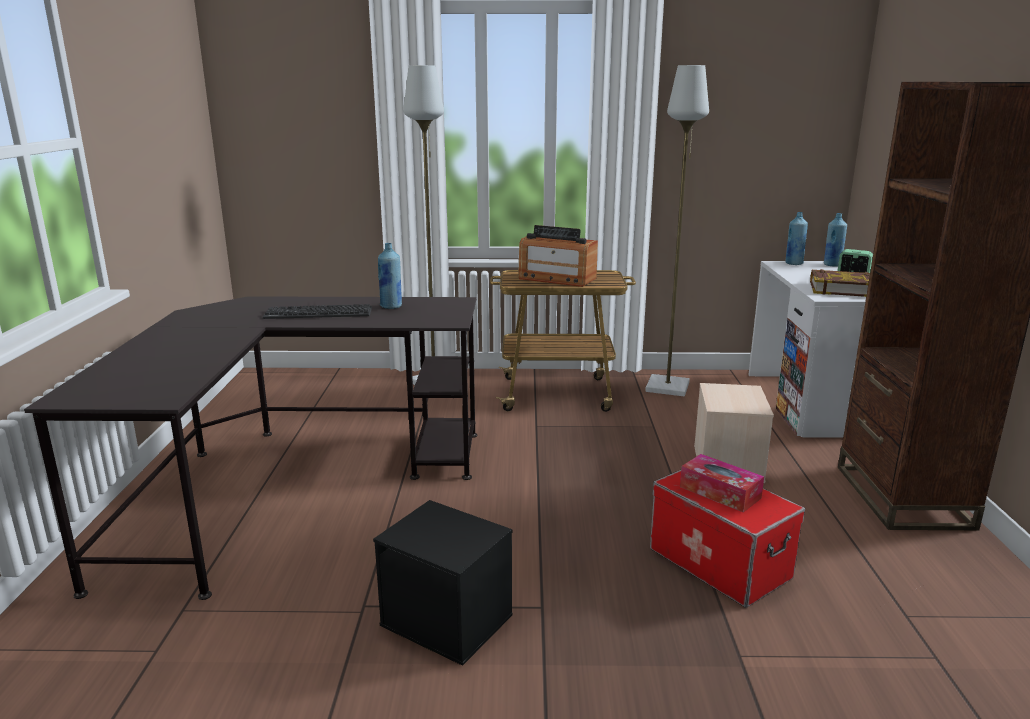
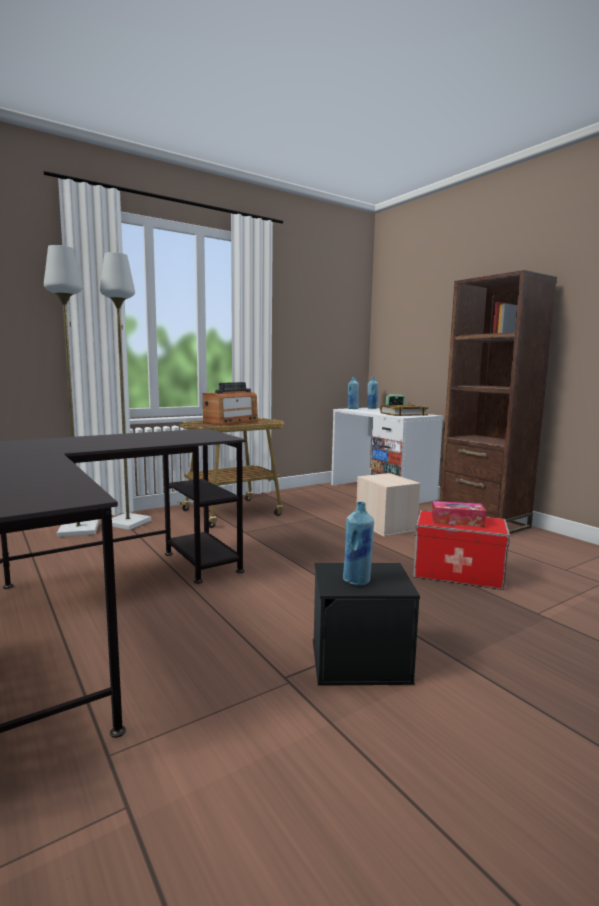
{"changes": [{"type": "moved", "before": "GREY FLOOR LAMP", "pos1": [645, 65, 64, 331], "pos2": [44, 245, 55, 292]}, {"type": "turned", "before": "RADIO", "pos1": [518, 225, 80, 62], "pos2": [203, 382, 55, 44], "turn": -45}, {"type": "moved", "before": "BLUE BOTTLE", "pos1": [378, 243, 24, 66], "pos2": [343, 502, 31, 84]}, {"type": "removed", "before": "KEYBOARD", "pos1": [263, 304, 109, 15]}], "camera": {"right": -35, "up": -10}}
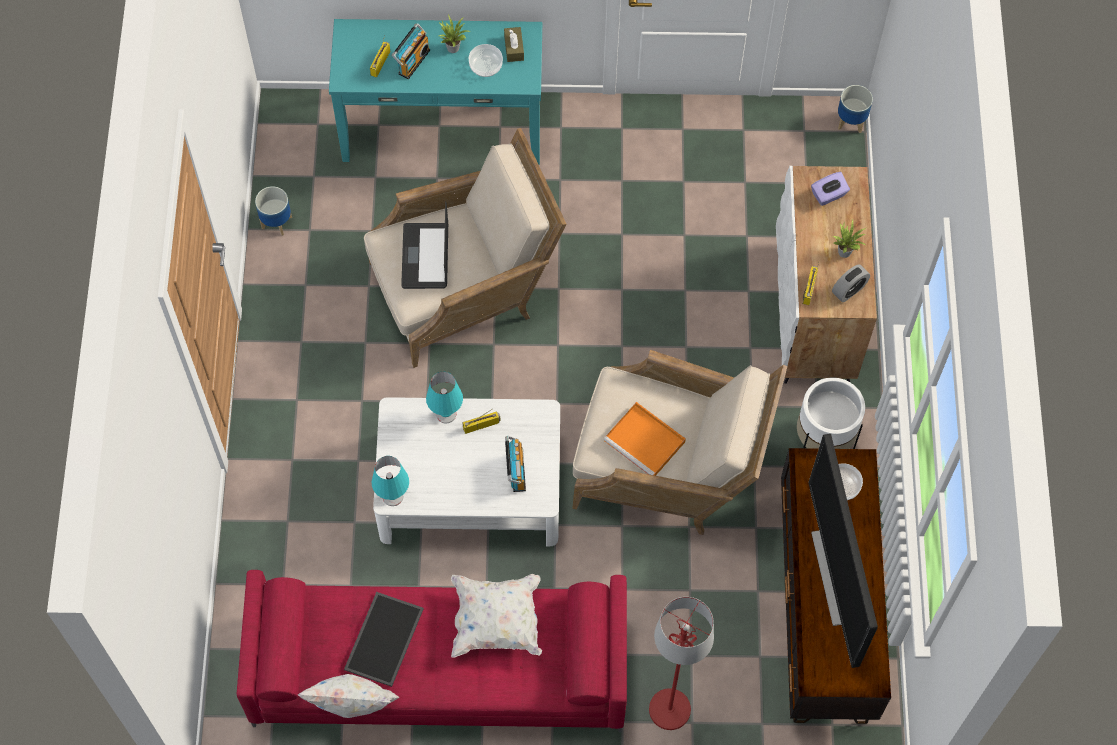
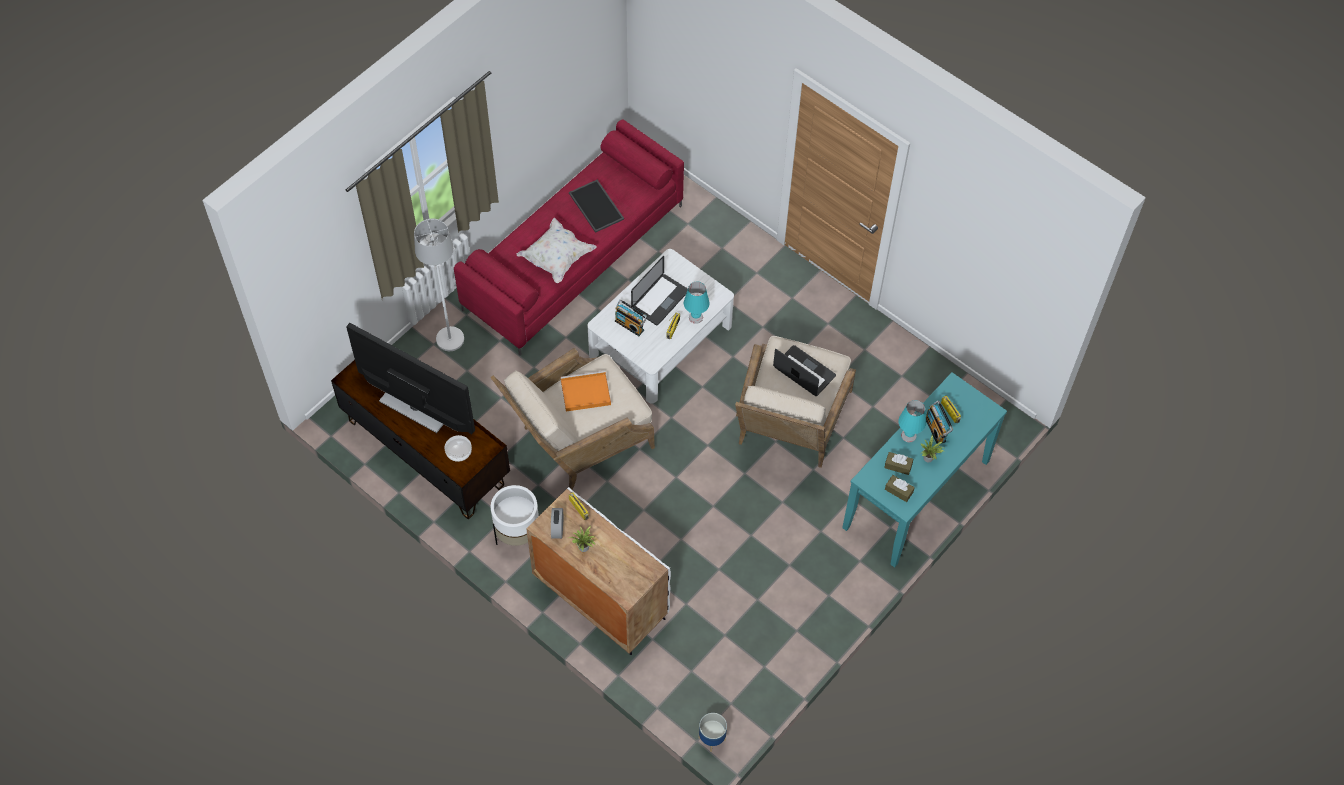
{"changes": [{"type": "recoloured", "before": "RED FLOOR LAMP", "after": "WHITE FLOOR LAMP", "pos1": [649, 597, 65, 133], "pos2": [414, 219, 50, 132]}, {"type": "added", "after": "LAPTOP", "pos2": [631, 256, 57, 69]}, {"type": "replaced", "before": "BOWL", "after": "BROWN TISSUE BOX", "pos1": [469, 44, 34, 33], "pos2": [884, 452, 29, 23]}, {"type": "moved", "before": "TURQUOISE TABLE LAMP", "pos1": [372, 456, 37, 50], "pos2": [899, 400, 27, 42]}, {"type": "removed", "before": "PLANTER", "pos1": [255, 186, 37, 50]}, {"type": "removed", "before": "WHITE PILLOW", "pos1": [298, 674, 102, 44]}, {"type": "removed", "before": "PURPLE TISSUE BOX", "pos1": [811, 172, 39, 34]}], "camera": {"right": 130, "up": -5}}
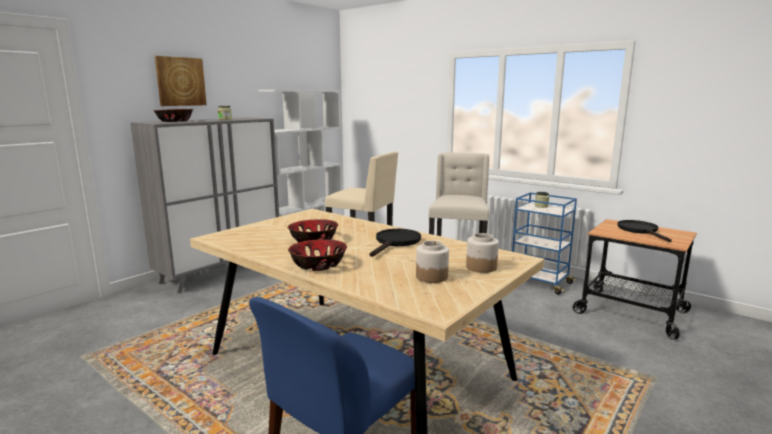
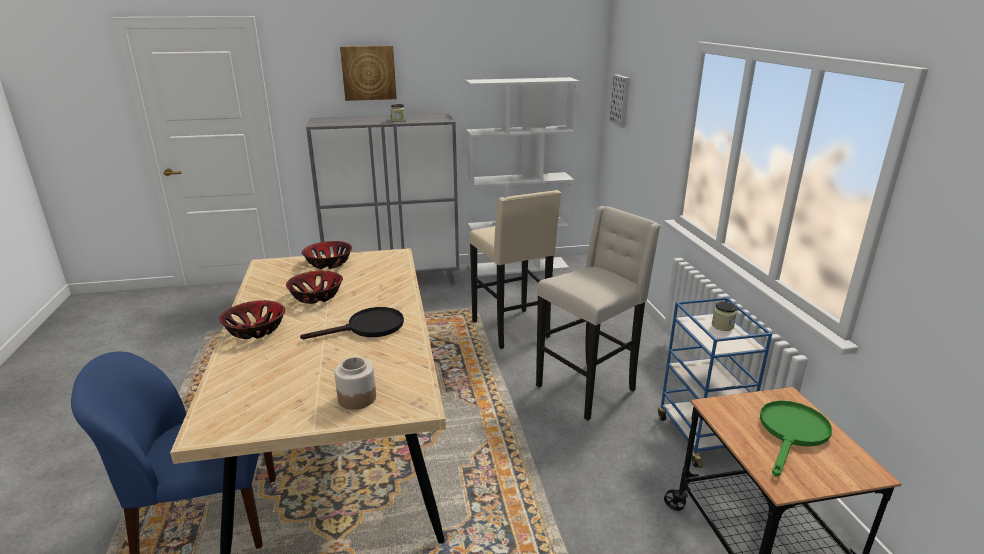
{"changes": [{"type": "moved", "before": "BOWL", "pos1": [153, 109, 40, 13], "pos2": [302, 241, 50, 28]}, {"type": "added", "after": "PICTURE", "pos2": [609, 74, 21, 54]}, {"type": "recoloured", "before": "BLACK FRYING PAN", "after": "GREEN FRYING PAN", "pos1": [617, 220, 55, 22], "pos2": [760, 401, 72, 75]}, {"type": "removed", "before": "JAR", "pos1": [416, 241, 33, 42]}], "camera": {"right": 40, "up": 10}}
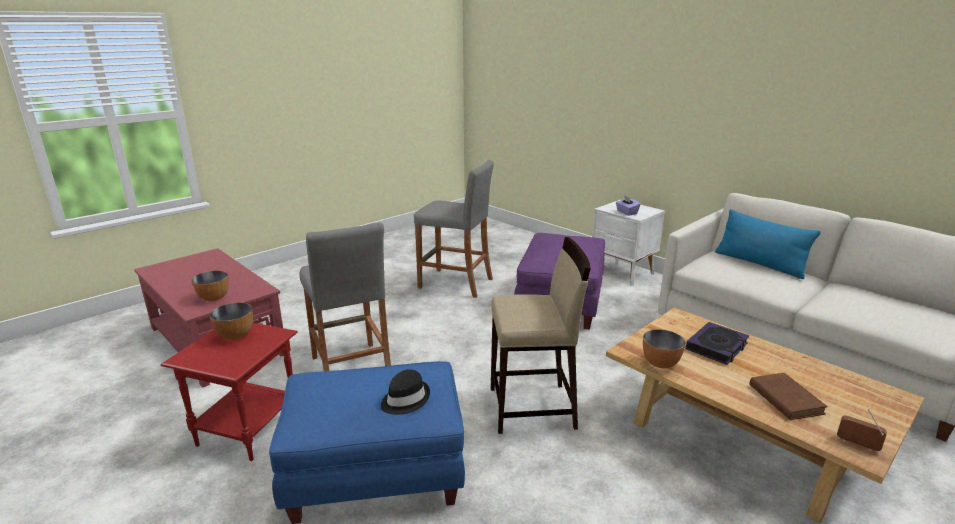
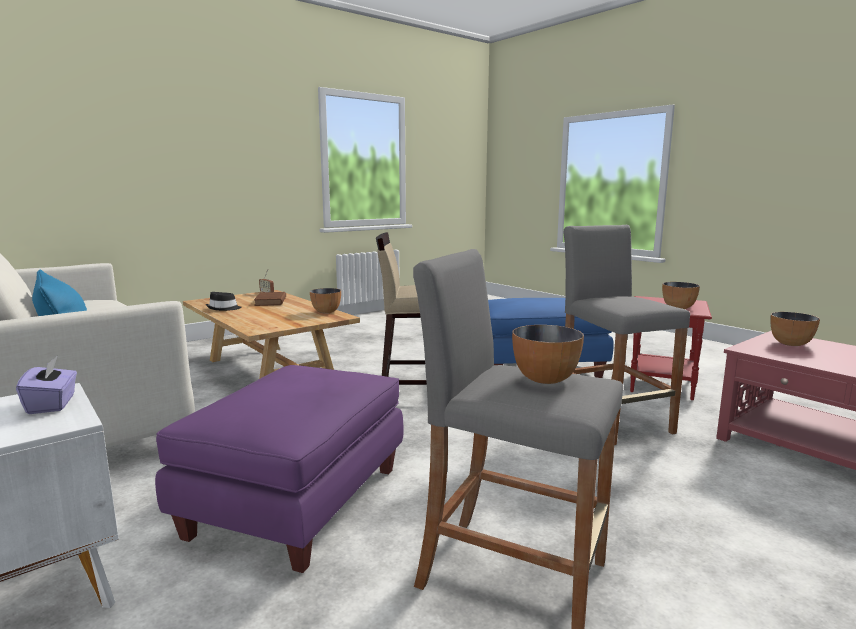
{"changes": [{"type": "moved", "before": "BLACK HAT", "pos1": [381, 369, 49, 46], "pos2": [206, 292, 36, 19]}, {"type": "added", "after": "BOWL", "pos2": [512, 325, 72, 59]}, {"type": "removed", "before": "BOOK", "pos1": [686, 322, 63, 43]}], "camera": {"right": -175, "up": -10}}
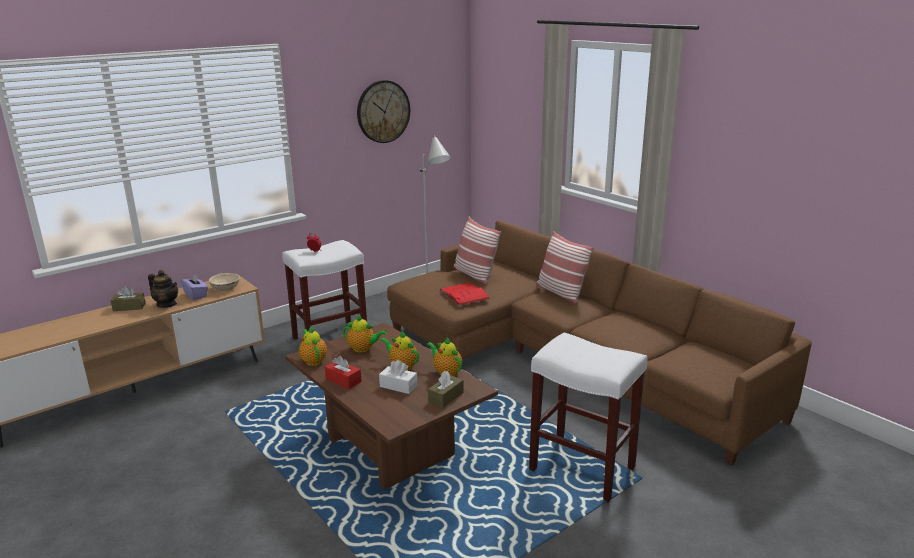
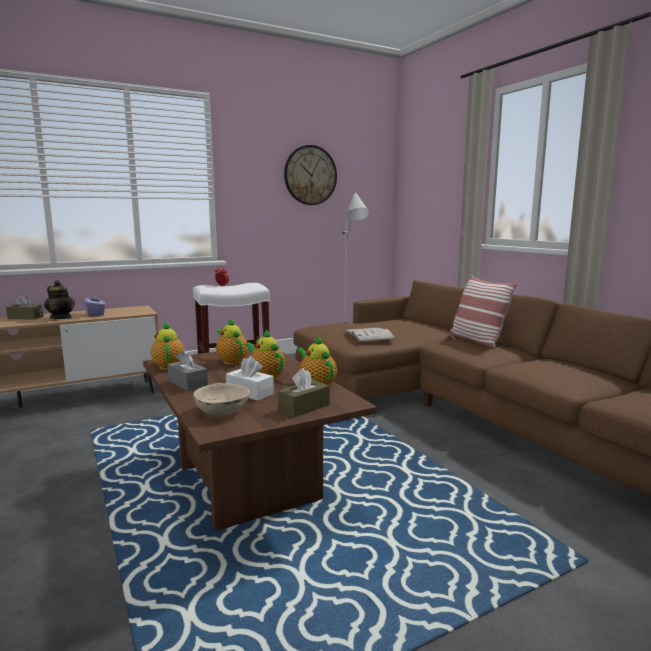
{"changes": [{"type": "recoloured", "before": "RED TISSUE BOX", "after": "GREY TISSUE BOX", "pos1": [325, 356, 37, 33], "pos2": [168, 349, 40, 42]}, {"type": "moved", "before": "BEIGE BOWL", "pos1": [209, 273, 31, 18], "pos2": [194, 383, 56, 32]}, {"type": "turned", "before": "TEAPOT", "pos1": [343, 315, 44, 38], "pos2": [216, 318, 32, 47], "turn": -150}, {"type": "recoloured", "before": "RED BOOK", "after": "WHITE BOOK", "pos1": [440, 283, 50, 23], "pos2": [344, 328, 51, 14]}, {"type": "removed", "before": "PILLOW", "pos1": [454, 217, 47, 67]}, {"type": "removed", "before": "WHITE STOOL", "pos1": [529, 333, 119, 170]}], "camera": {"right": 10, "up": -10}}
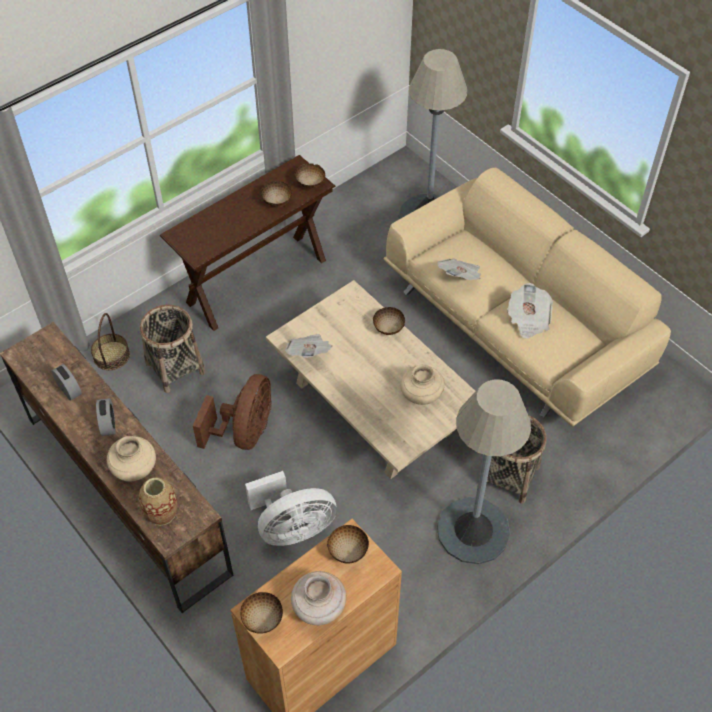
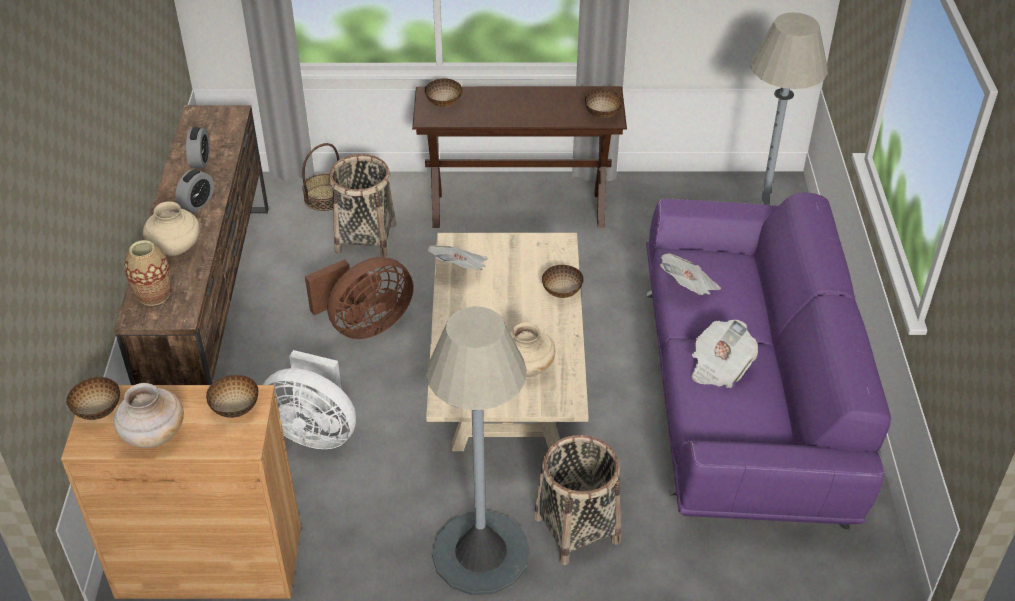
{"changes": [{"type": "moved", "before": "BOWL", "pos1": [261, 181, 31, 26], "pos2": [425, 78, 38, 29]}, {"type": "recoloured", "before": "BEIGE SOFA", "after": "PURPLE SOFA", "pos1": [383, 168, 288, 258], "pos2": [646, 193, 245, 336]}], "camera": {"right": 40, "up": -10}}
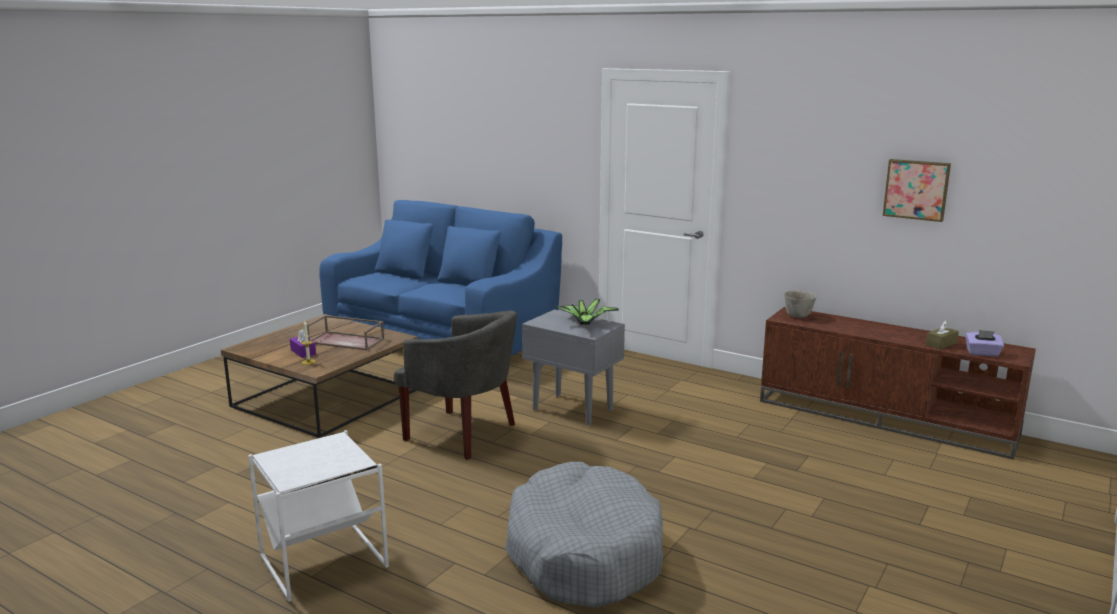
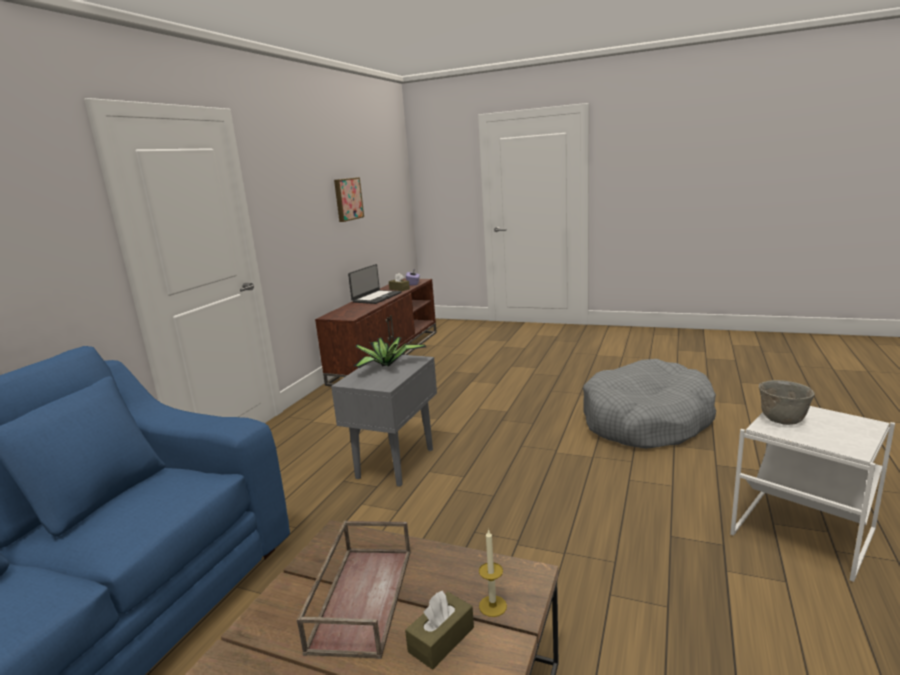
{"changes": [{"type": "added", "after": "LAPTOP", "pos2": [348, 264, 54, 40]}, {"type": "recoloured", "before": "PURPLE TISSUE BOX", "after": "BROWN TISSUE BOX", "pos1": [290, 329, 26, 29], "pos2": [405, 591, 69, 79]}, {"type": "moved", "before": "GREY BOWL", "pos1": [784, 291, 33, 27], "pos2": [759, 380, 56, 45]}, {"type": "removed", "before": "GREY ARMCHAIR", "pos1": [394, 311, 123, 149]}], "camera": {"right": -100, "up": 0}}
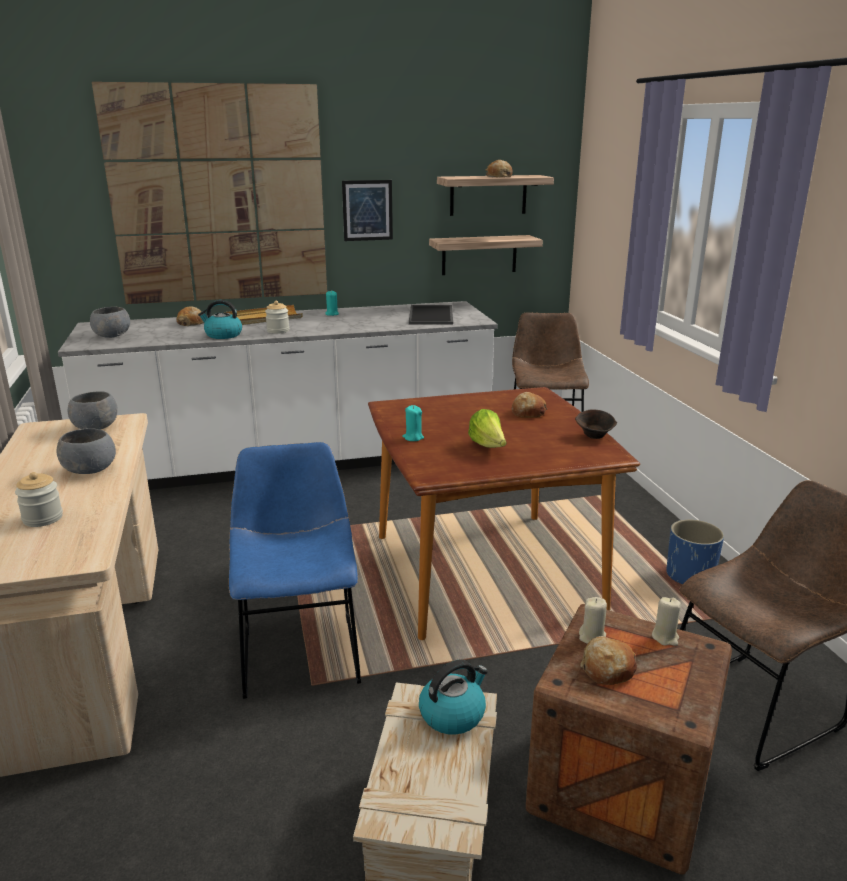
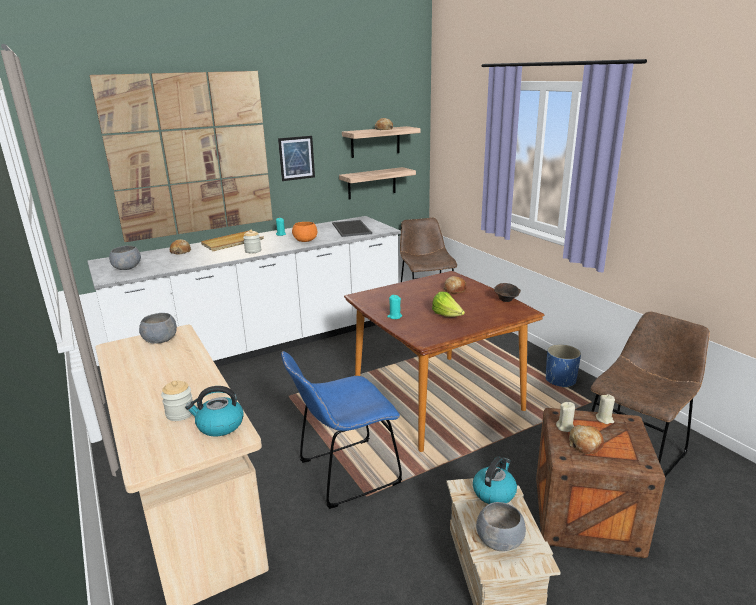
{"changes": [{"type": "moved", "before": "KETTLE", "pos1": [198, 300, 44, 39], "pos2": [185, 386, 59, 51]}, {"type": "turned", "before": "BLUE CHAIR", "pos1": [229, 442, 132, 257], "pos2": [281, 351, 121, 158], "turn": -90}, {"type": "added", "after": "ORANGE BOWL", "pos2": [292, 222, 25, 20]}, {"type": "moved", "before": "GREY BOWL", "pos1": [57, 428, 59, 46], "pos2": [476, 502, 50, 49]}], "camera": {"right": -15, "up": 0}}
